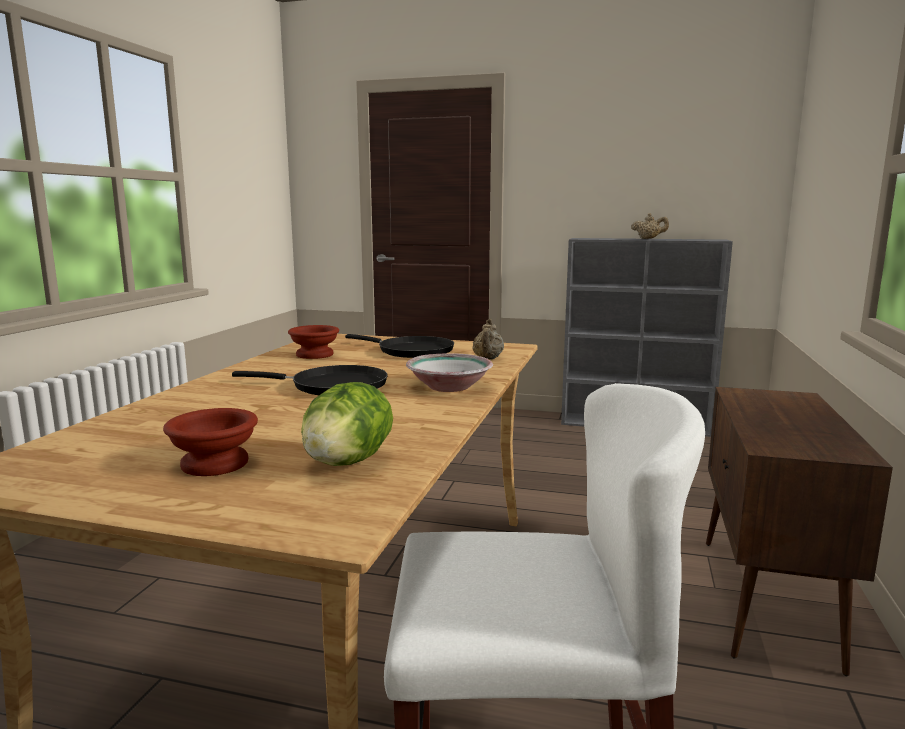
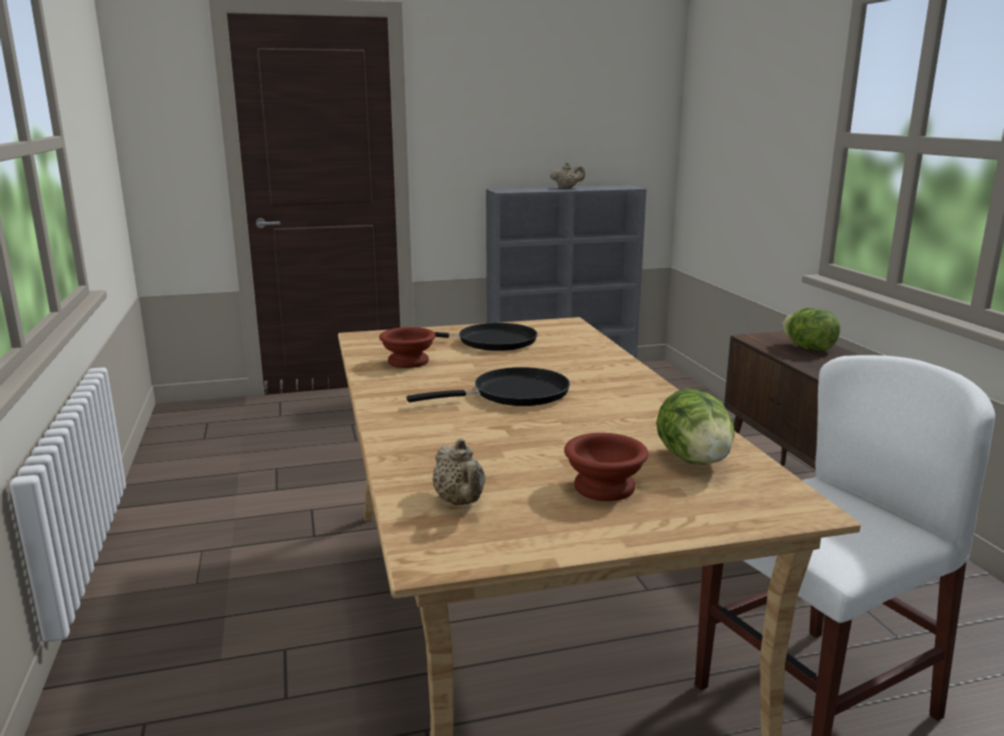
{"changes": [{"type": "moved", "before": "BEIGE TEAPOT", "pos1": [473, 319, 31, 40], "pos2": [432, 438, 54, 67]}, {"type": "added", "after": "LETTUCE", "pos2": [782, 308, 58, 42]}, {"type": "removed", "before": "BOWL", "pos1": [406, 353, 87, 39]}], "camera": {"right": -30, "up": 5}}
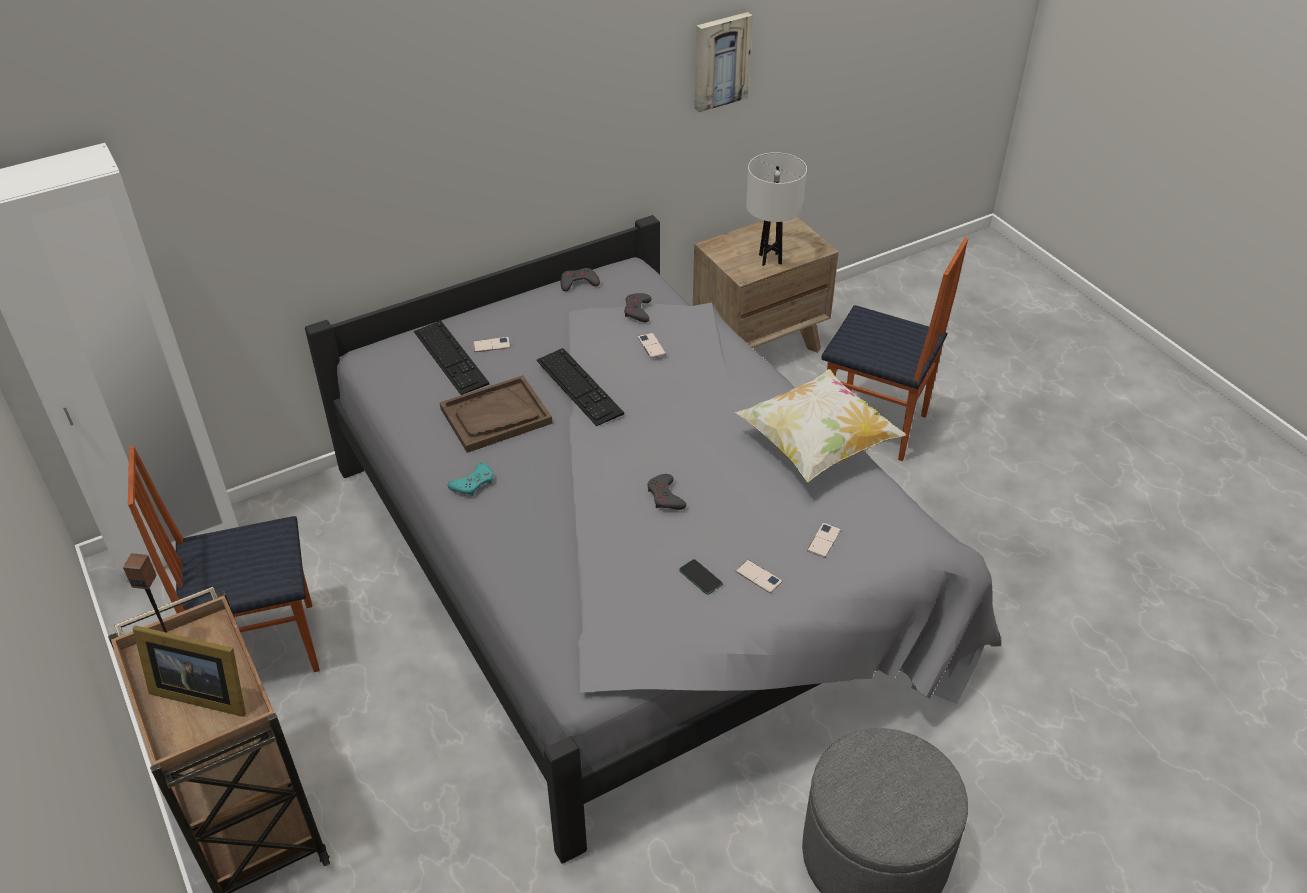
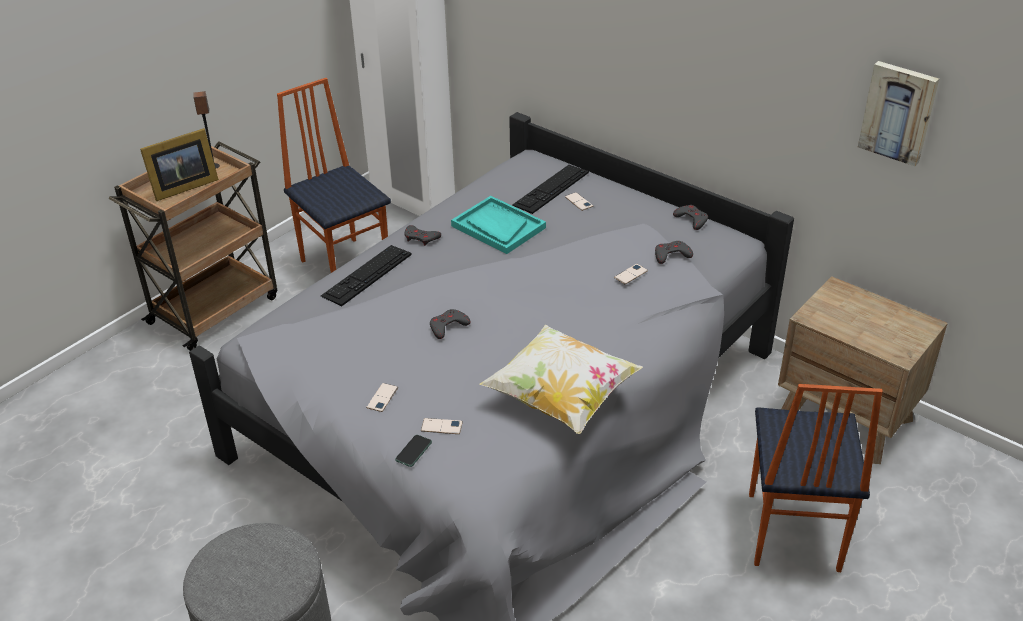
{"changes": [{"type": "turned", "before": "PICTURE FRAME", "pos1": [133, 625, 113, 92], "pos2": [140, 128, 79, 73], "turn": -120}, {"type": "moved", "before": "KEYBOARD", "pos1": [536, 348, 88, 78], "pos2": [321, 245, 91, 62]}, {"type": "moved", "before": "PHONE", "pos1": [679, 559, 44, 36], "pos2": [395, 435, 37, 32]}, {"type": "recoloured", "before": "TURQUOISE GAME CONTROLLER", "after": "GREY GAME CONTROLLER", "pos1": [447, 462, 46, 34], "pos2": [404, 225, 37, 21]}, {"type": "recoloured", "before": "BROWN TRAY", "after": "TURQUOISE TRAY", "pos1": [440, 375, 112, 78], "pos2": [451, 196, 95, 58]}, {"type": "removed", "before": "WHITE TABLE LAMP", "pos1": [746, 152, 61, 114]}], "camera": {"right": 70, "up": -5}}
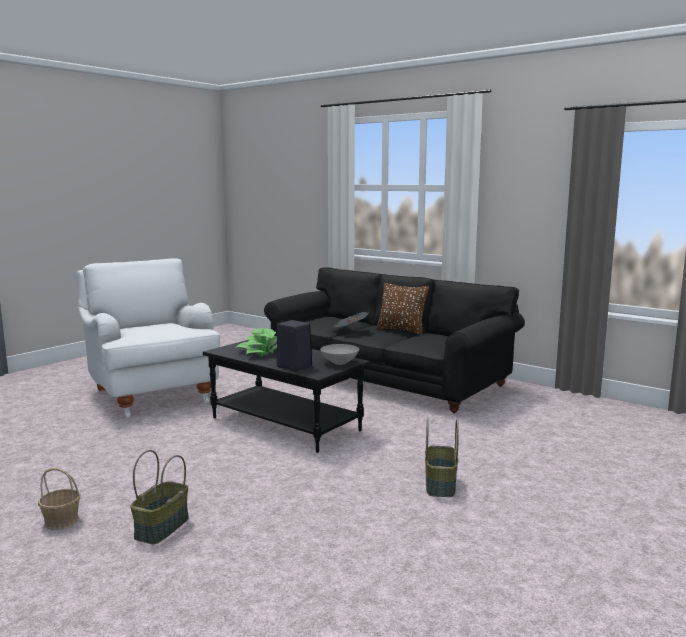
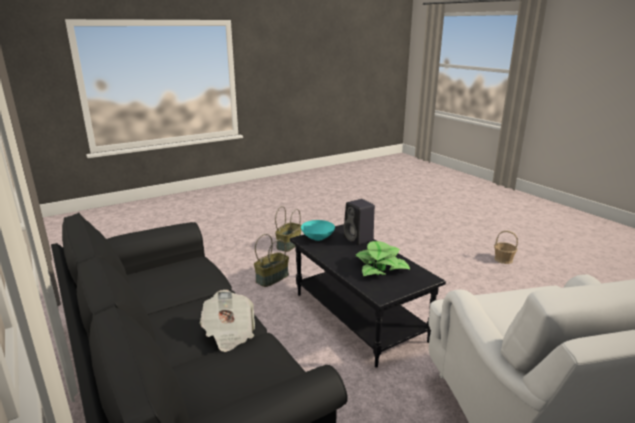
{"changes": [{"type": "moved", "before": "BASKET", "pos1": [130, 450, 59, 94], "pos2": [254, 234, 35, 53]}, {"type": "recoloured", "before": "GREY BOWL", "after": "TURQUOISE BOWL", "pos1": [320, 344, 39, 21], "pos2": [301, 220, 34, 21]}, {"type": "removed", "before": "BROWN PILLOW", "pos1": [376, 283, 53, 52]}], "camera": {"right": -160, "up": 10}}
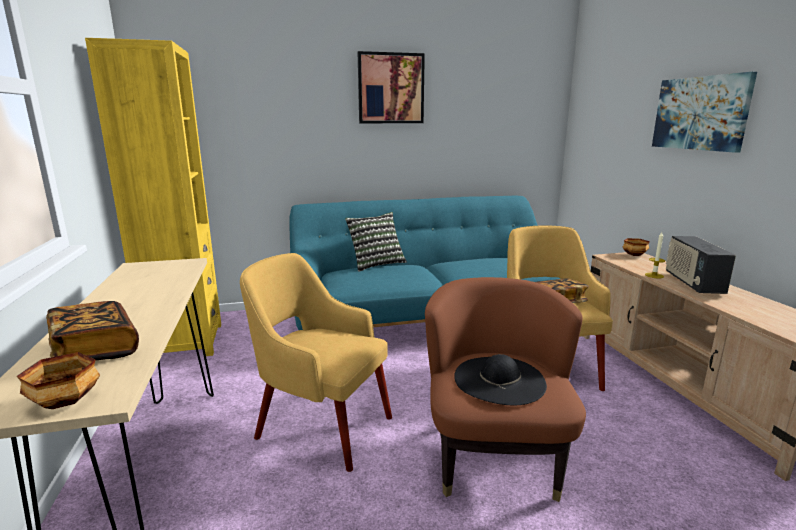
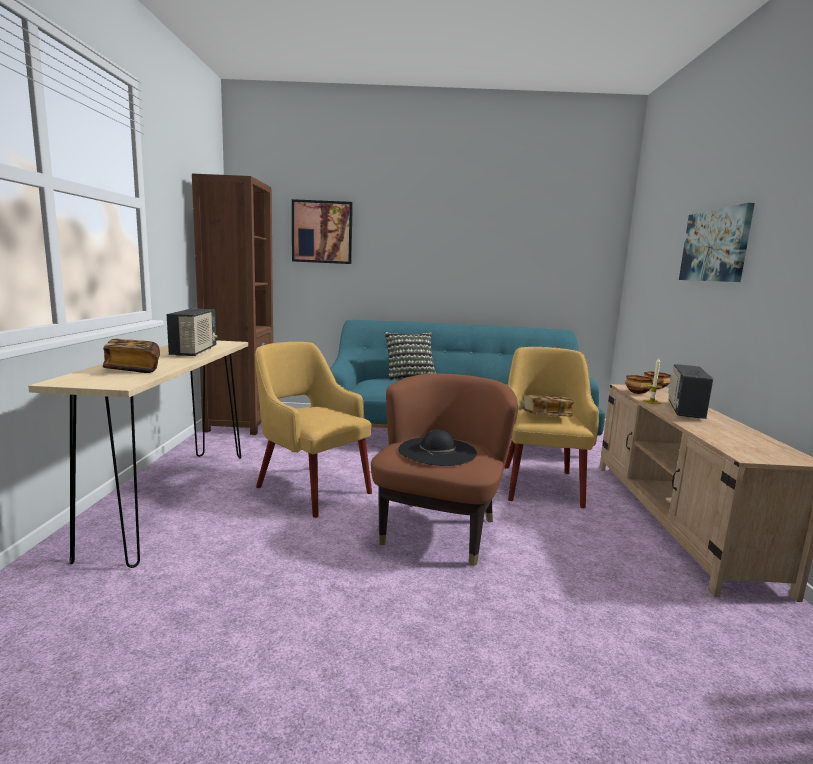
{"changes": [{"type": "added", "after": "RADIO", "pos2": [167, 308, 50, 48]}, {"type": "recoloured", "before": "YELLOW BOOKCASE", "after": "BROWN BOOKCASE", "pos1": [85, 38, 136, 318], "pos2": [192, 174, 81, 261]}, {"type": "moved", "before": "PICTURE", "pos1": [358, 51, 67, 72], "pos2": [292, 199, 61, 65]}, {"type": "moved", "before": "BOWL", "pos1": [17, 352, 83, 57], "pos2": [625, 375, 27, 19]}], "camera": {"right": 15, "up": -5}}
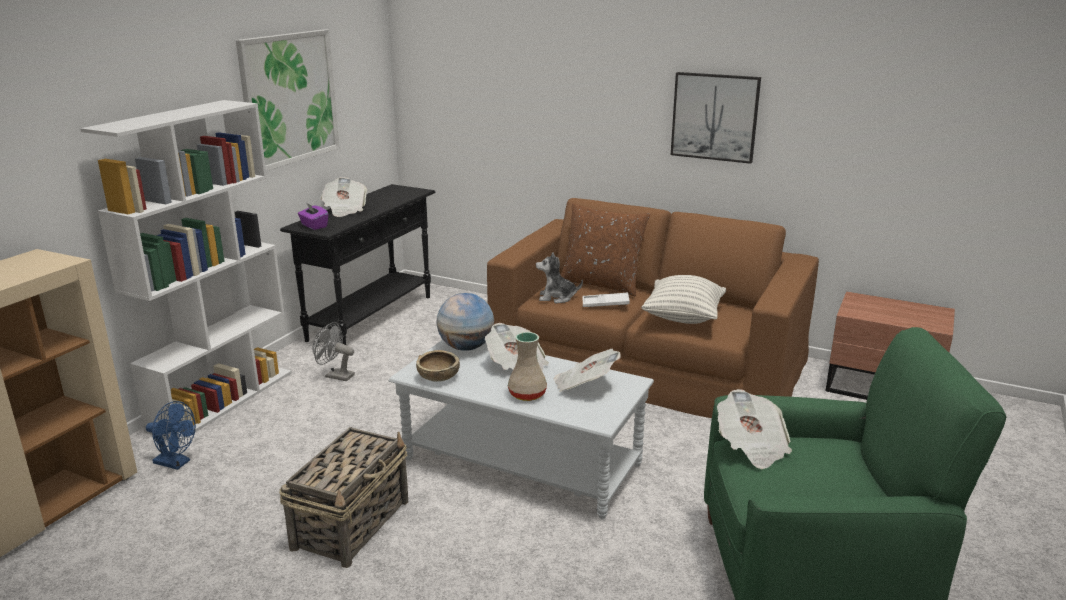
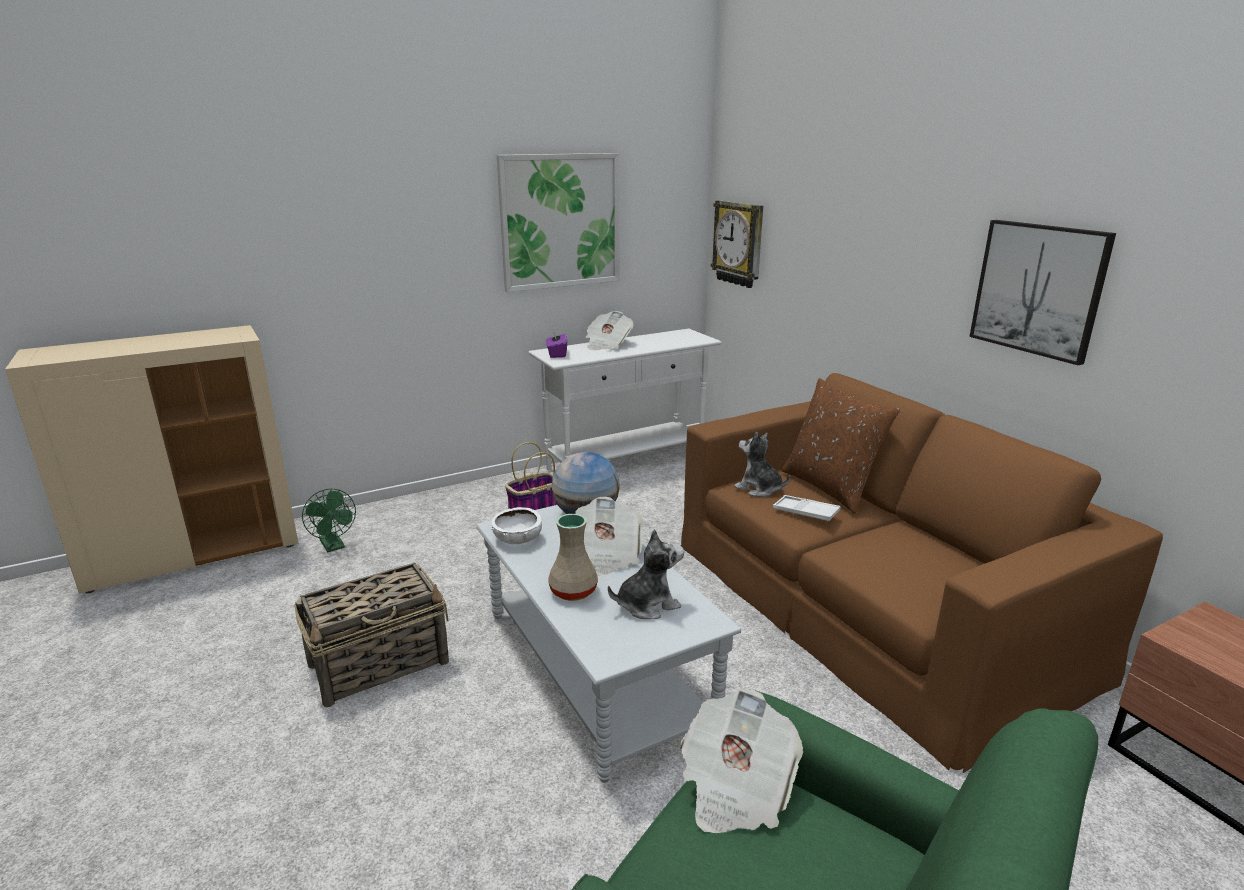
{"changes": [{"type": "recoloured", "before": "BLUE FAN", "after": "GREEN FAN", "pos1": [146, 401, 50, 69], "pos2": [302, 489, 54, 63]}, {"type": "recoloured", "before": "BROWN BOWL", "after": "WHITE BOWL", "pos1": [416, 350, 44, 32], "pos2": [491, 507, 51, 37]}, {"type": "replaced", "before": "GREY FAN", "after": "BASKET", "pos1": [312, 322, 43, 59], "pos2": [505, 442, 52, 68]}, {"type": "recoloured", "before": "BLACK CONSOLE TABLE", "after": "WHITE CONSOLE TABLE", "pos1": [280, 184, 155, 161], "pos2": [528, 329, 194, 141]}, {"type": "replaced", "before": "NEWSPAPER", "after": "PLUSH TOY", "pos1": [554, 349, 67, 43], "pos2": [608, 529, 76, 90]}, {"type": "added", "after": "WALL CLOCK", "pos2": [711, 200, 52, 88]}, {"type": "removed", "before": "WHITE BOOKCASE", "pos1": [80, 100, 212, 342]}, {"type": "removed", "before": "PILLOW", "pos1": [641, 275, 85, 49]}], "camera": {"right": 35, "up": 0}}
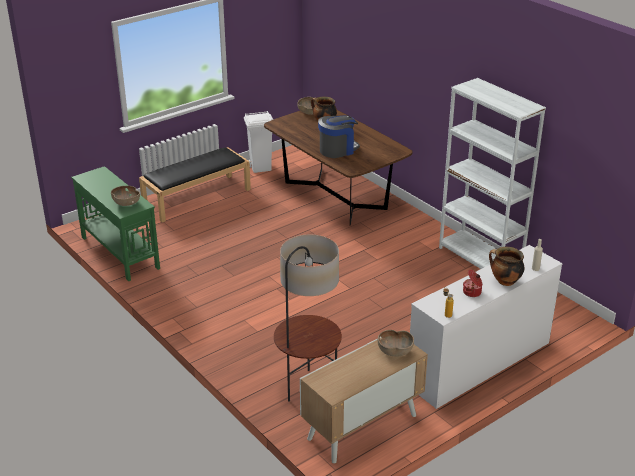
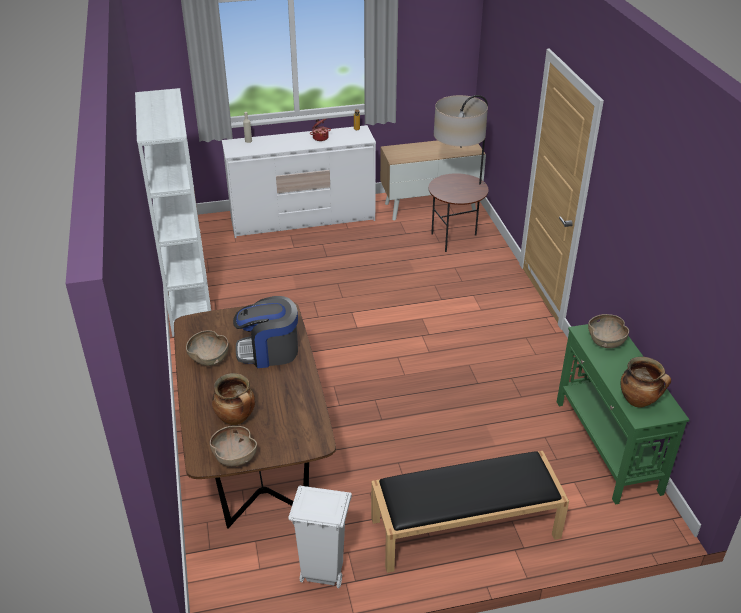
{"changes": [{"type": "moved", "before": "BROWN BOWL", "pos1": [378, 330, 36, 27], "pos2": [186, 330, 43, 36]}, {"type": "moved", "before": "COOKING POT", "pos1": [489, 247, 35, 39], "pos2": [620, 357, 51, 51]}], "camera": {"right": -155, "up": 5}}
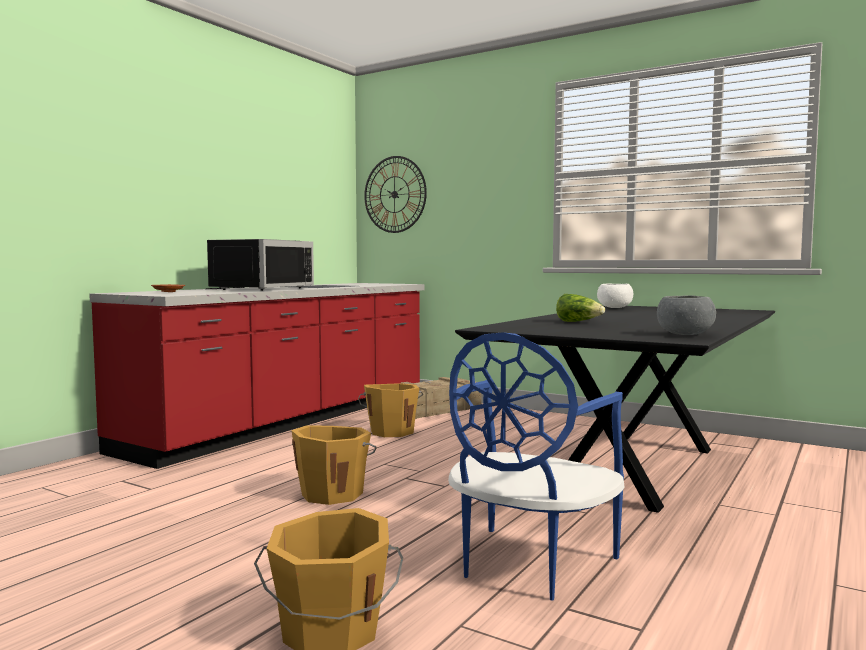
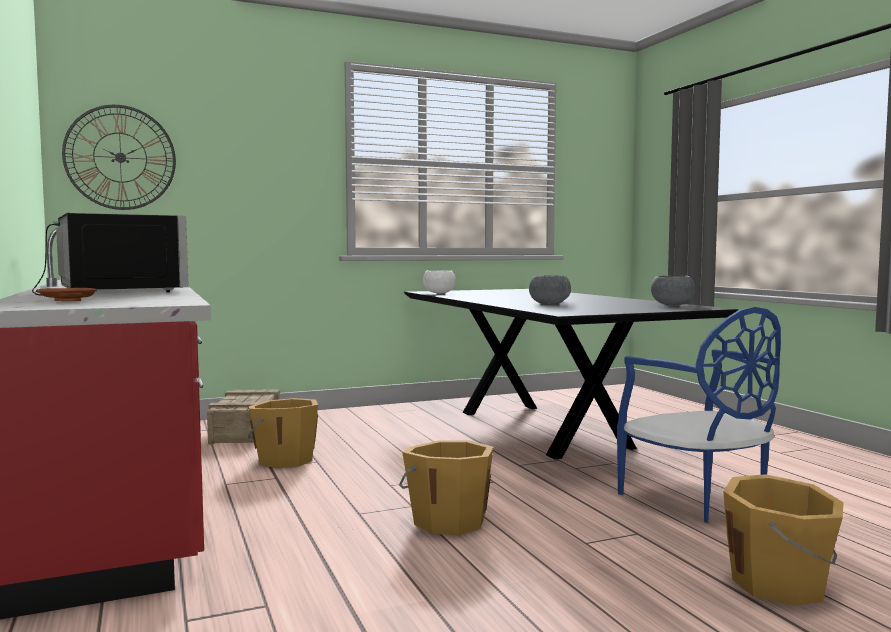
{"changes": [{"type": "replaced", "before": "LETTUCE", "after": "GREY BOWL", "pos1": [556, 294, 49, 28], "pos2": [529, 275, 42, 29]}], "camera": {"right": -55, "up": 0}}
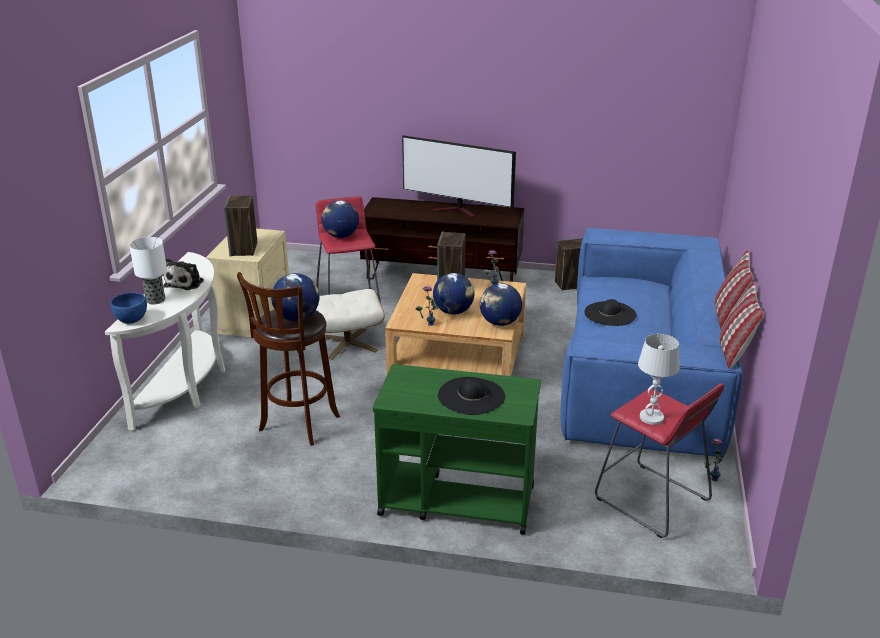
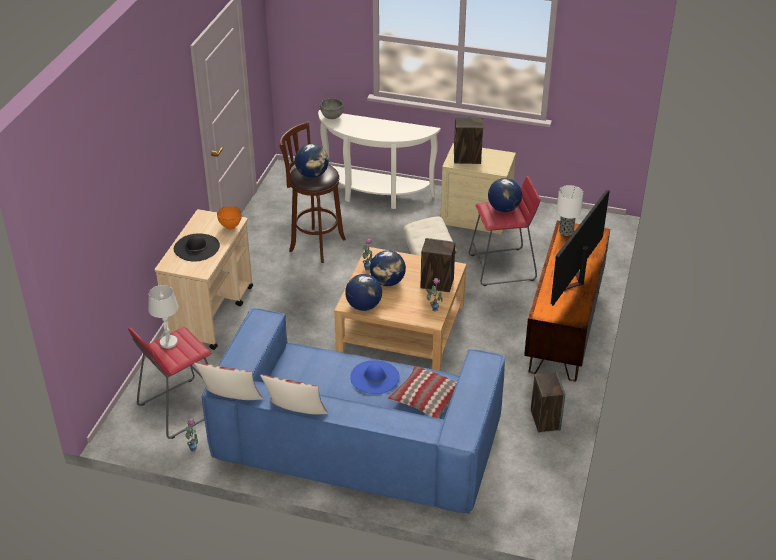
{"changes": [{"type": "recoloured", "before": "GREEN CART", "after": "BEIGE CART", "pos1": [373, 364, 168, 171], "pos2": [155, 209, 98, 141]}, {"type": "added", "after": "ORANGE BOWL", "pos2": [217, 206, 25, 24]}, {"type": "recoloured", "before": "BLUE BOWL", "after": "GREY BOWL", "pos1": [110, 292, 37, 32], "pos2": [320, 98, 24, 21]}, {"type": "recoloured", "before": "BLACK HAT", "after": "BLUE HAT", "pos1": [584, 299, 53, 27], "pos2": [350, 360, 49, 34]}, {"type": "added", "after": "PILLOW", "pos2": [388, 366, 69, 52]}, {"type": "moved", "before": "TABLE LAMP", "pos1": [129, 237, 38, 67], "pos2": [557, 185, 26, 51]}, {"type": "removed", "before": "PLUSH TOY", "pos1": [163, 258, 41, 32]}], "camera": {"right": 95, "up": 10}}
